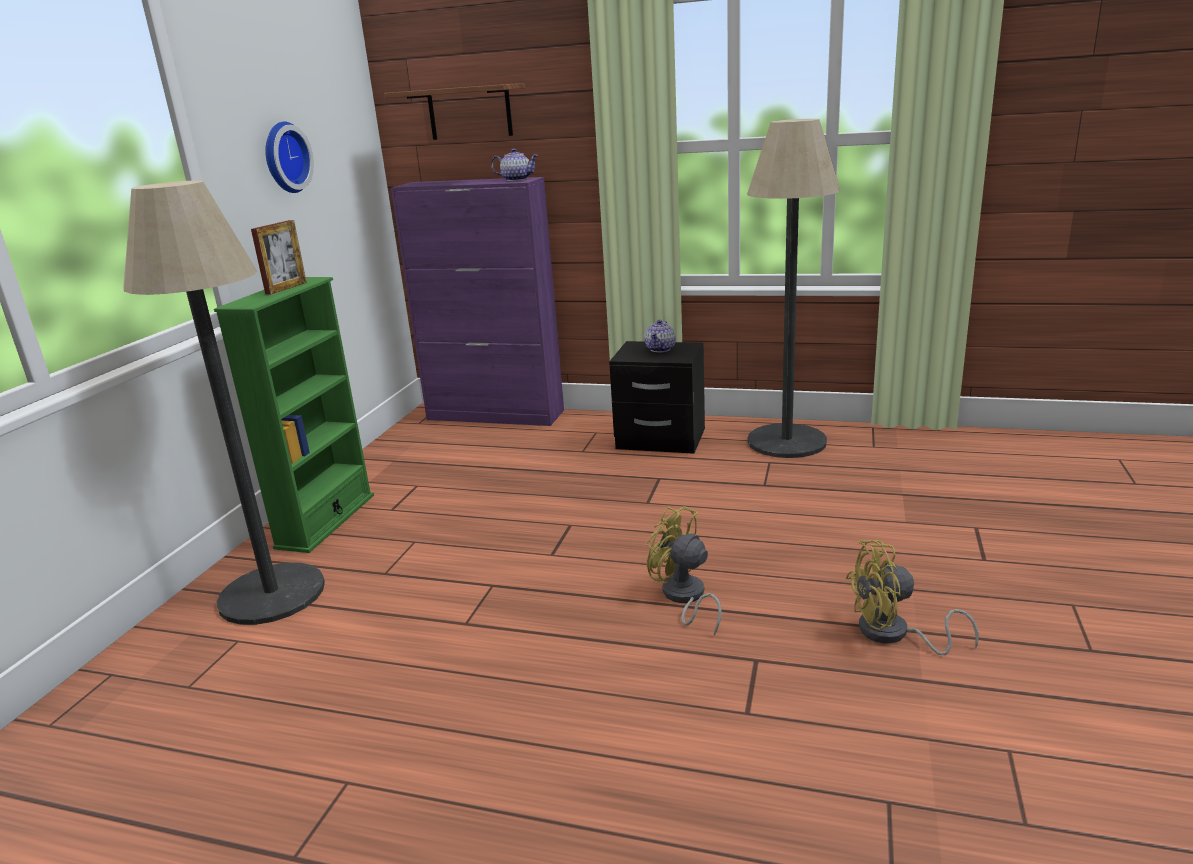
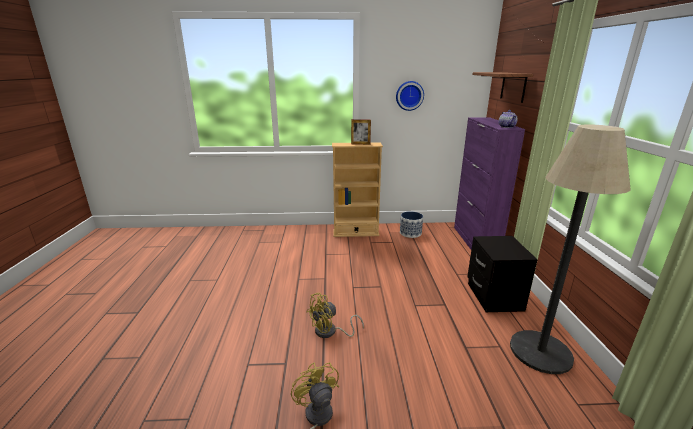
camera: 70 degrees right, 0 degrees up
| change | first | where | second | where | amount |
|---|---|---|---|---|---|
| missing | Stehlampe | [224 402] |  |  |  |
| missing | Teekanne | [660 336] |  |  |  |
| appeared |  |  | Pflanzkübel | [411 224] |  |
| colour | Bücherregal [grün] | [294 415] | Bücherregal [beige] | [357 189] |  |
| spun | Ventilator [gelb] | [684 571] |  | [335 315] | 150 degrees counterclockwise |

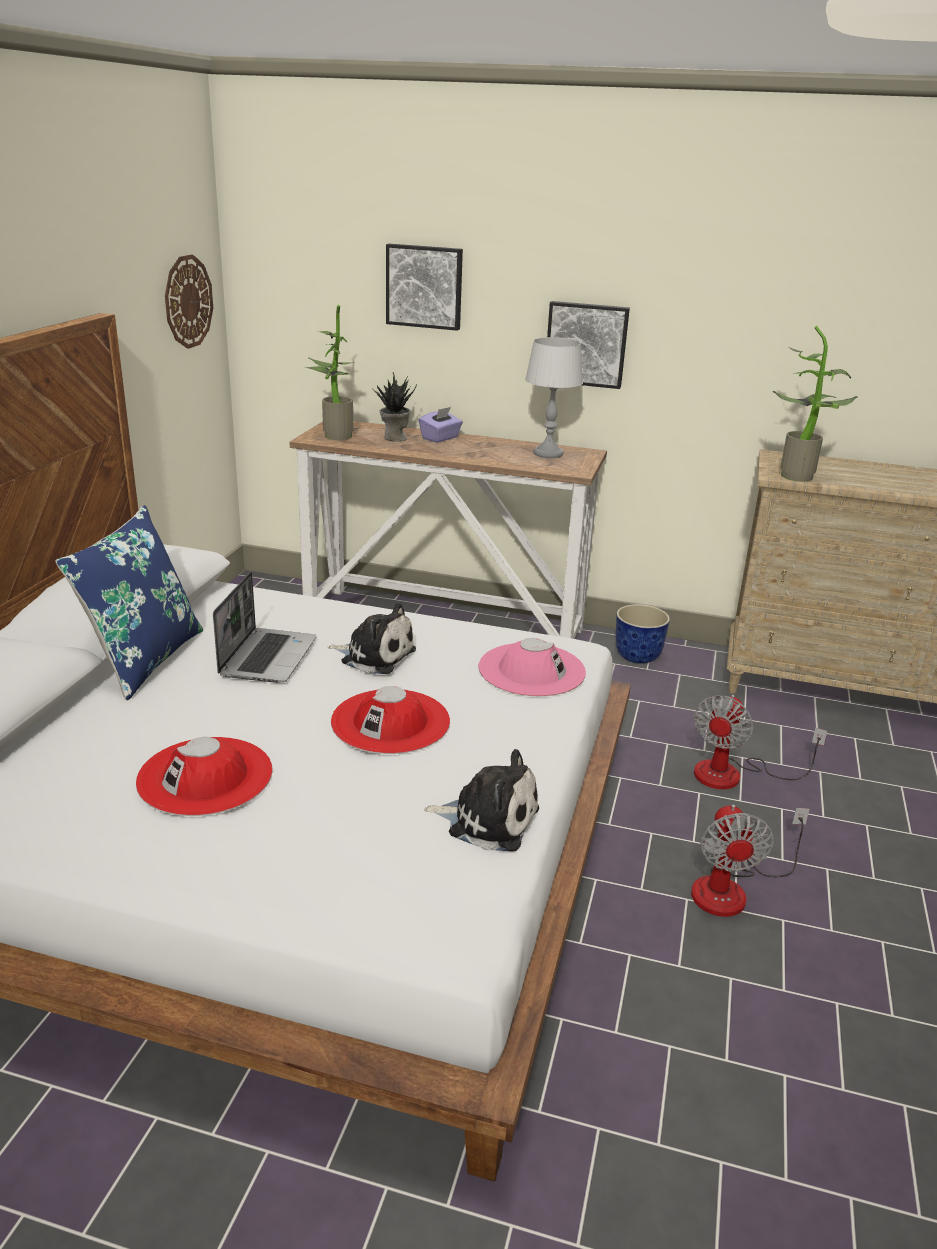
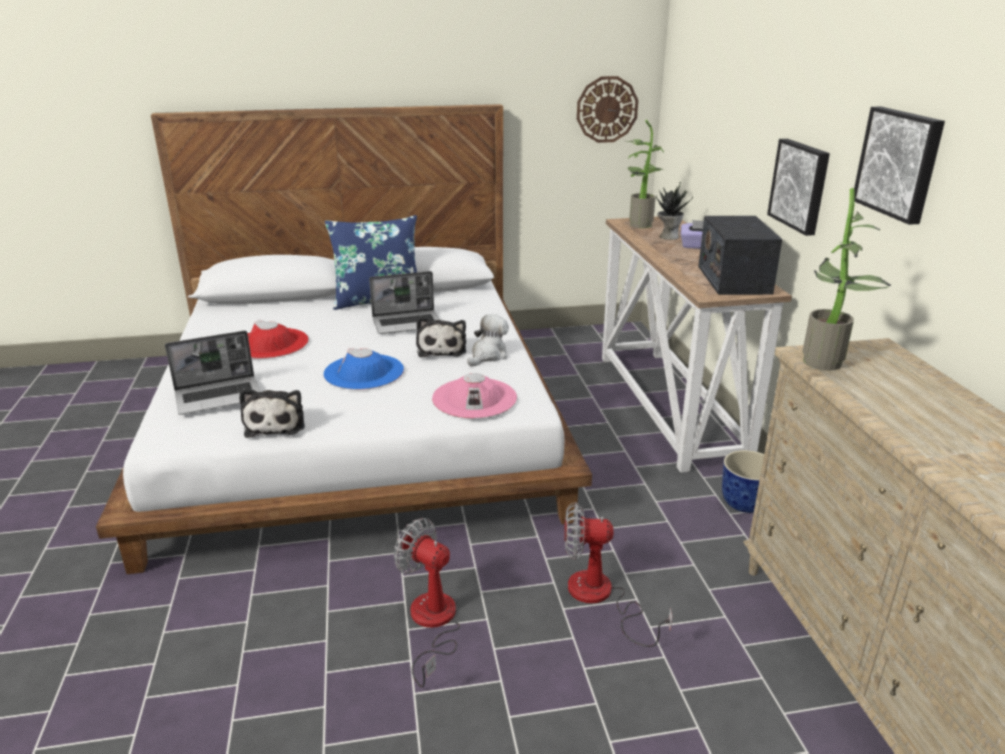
camera: 65 degrees right, 0 degrees up
| change | first | where | second | where | amount |
|---|---|---|---|---|---|
| appeared |  |  | Laptop | [212 373] |  |
| appeared |  |  | Plüschtier | [488 340] |  |
| relocated | Bild | [424 287] |  | [899 165] |  |
| exchanged | Tischlampe [grau] | [554 397] | Radio | [740 255] |  |
| colour | Hut [rot] | [390 720] | Hut [blau] | [364 369] |  |
| spun | Ventilator | [750 860] |  | [426 603] | 60 degrees clockwise |

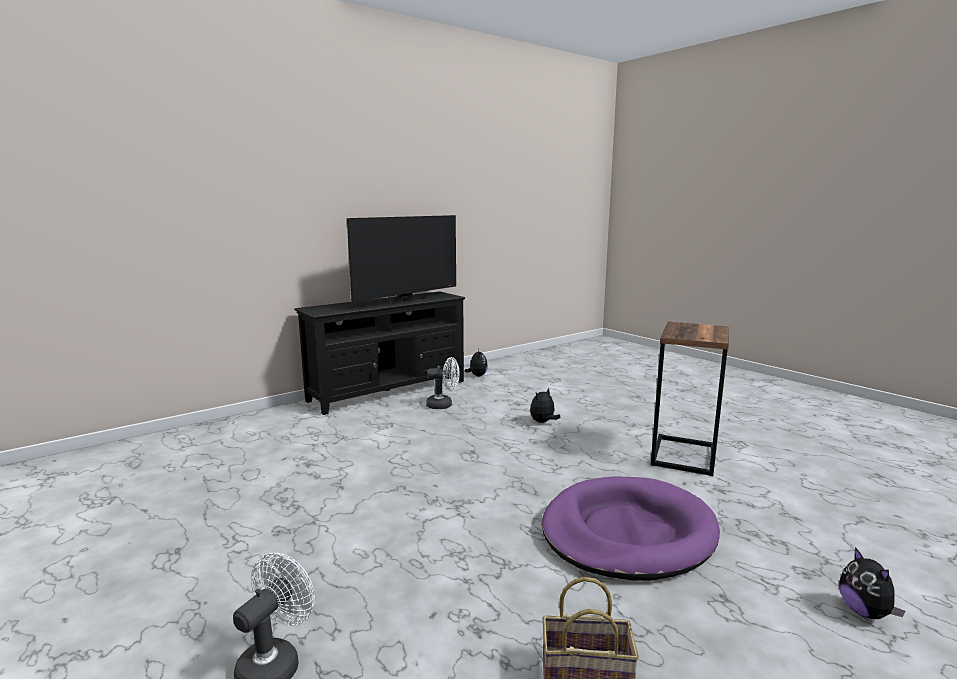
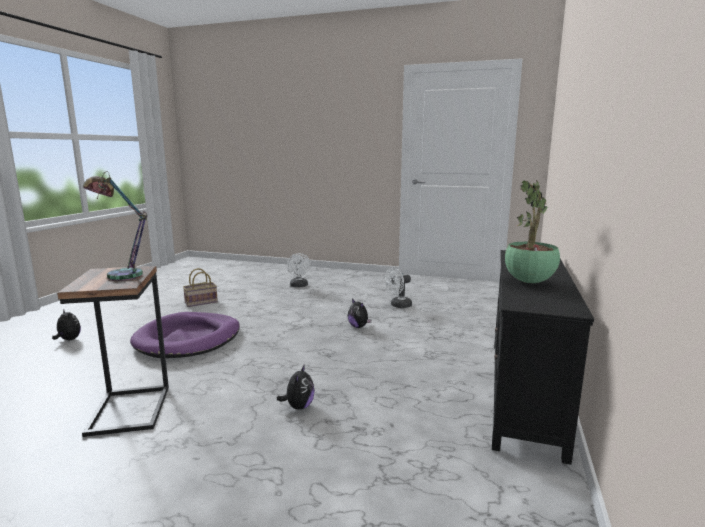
camera: 145 degrees right, 0 degrees up
| change | first | where | second | where | amount |
|---|---|---|---|---|---|
| appeared |  |  | Tischlampe | [115 226] |  |
| relocated | Ventilator [weiß] | [443 383] |  | [398 288] |  |
| relocated | Plüschtier | [476 362] |  | [359 313] |  |
| exchanged | Fernseher | [401 259] | Topfpflanze | [532 231] |  |

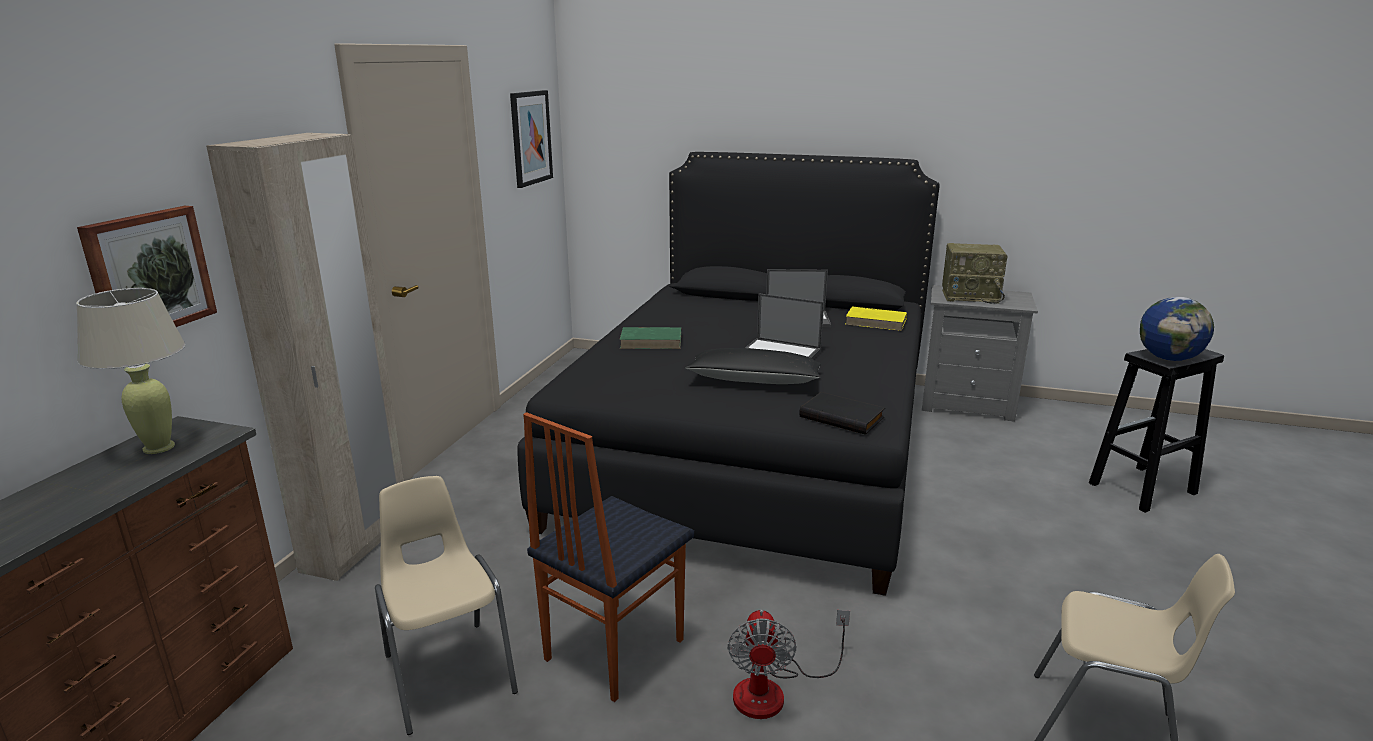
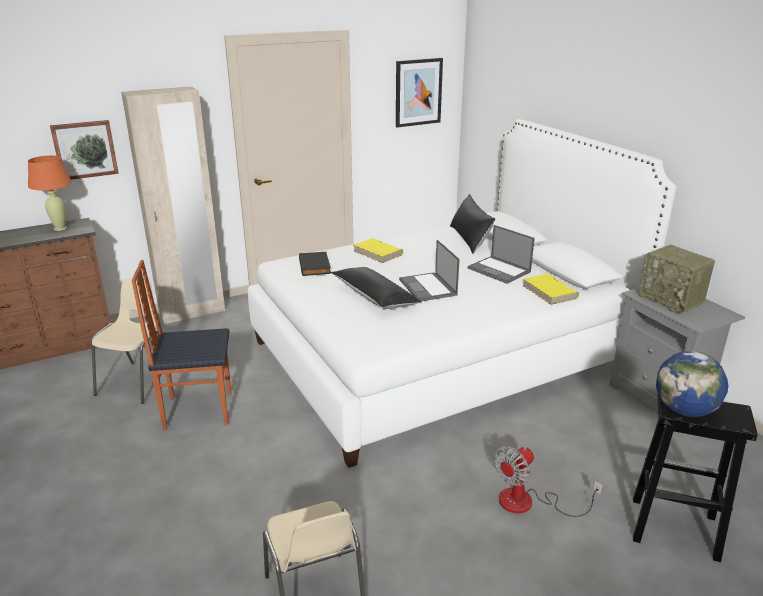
camera: 45 degrees right, 5 degrees up
| change | first | where | second | where | amount |
|---|---|---|---|---|---|
| appeared |  |  | Kissen [schwarz] | [472 224] |  |
| relocated | Ventilator | [789 664] |  | [548 481] |  |
| relocated | Buch [schwarz] | [842 413] |  | [315 264] |  |
| colour | Tischlampe [beige] | [130 371] | Tischlampe [orange] | [50 193] |  |
| colour | Bett [schwarz] | [729 374] | Bett [weiß] | [462 293] |  |
| colour | Buch [grün] | [650 338] | Buch [gelb] | [378 250] |  |

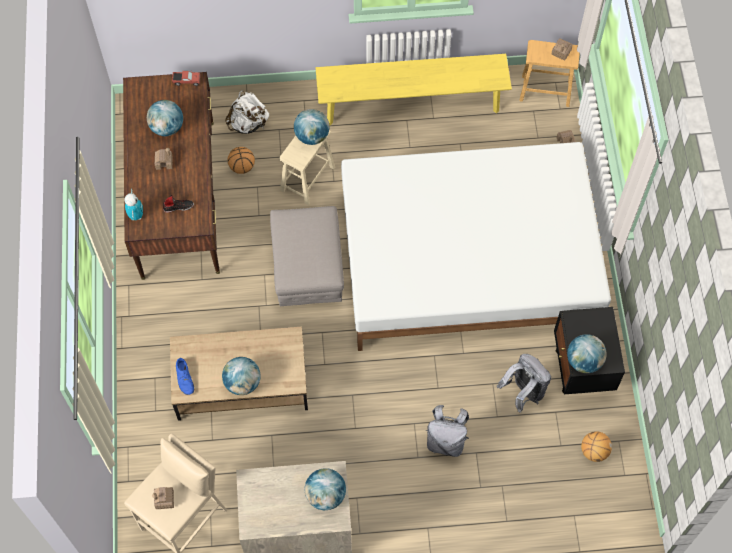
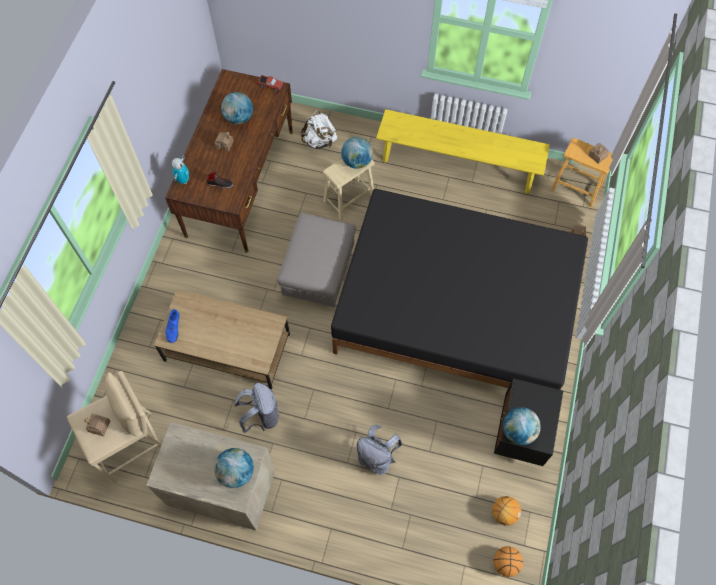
camera: 20 degrees right, 0 degrees up
| change | first | where | second | where | amount |
|---|---|---|---|---|---|
| missing | Globus | [241 376] |  |  |  |
| relocated | Basketball | [241 160] |  | [508 561] |  |
| relocated | Rucksack [grau] | [524 383] |  | [256 408] |  |
| colour | Bett [weiß] | [476 246] | Bett [schwarz] | [459 289] |  |

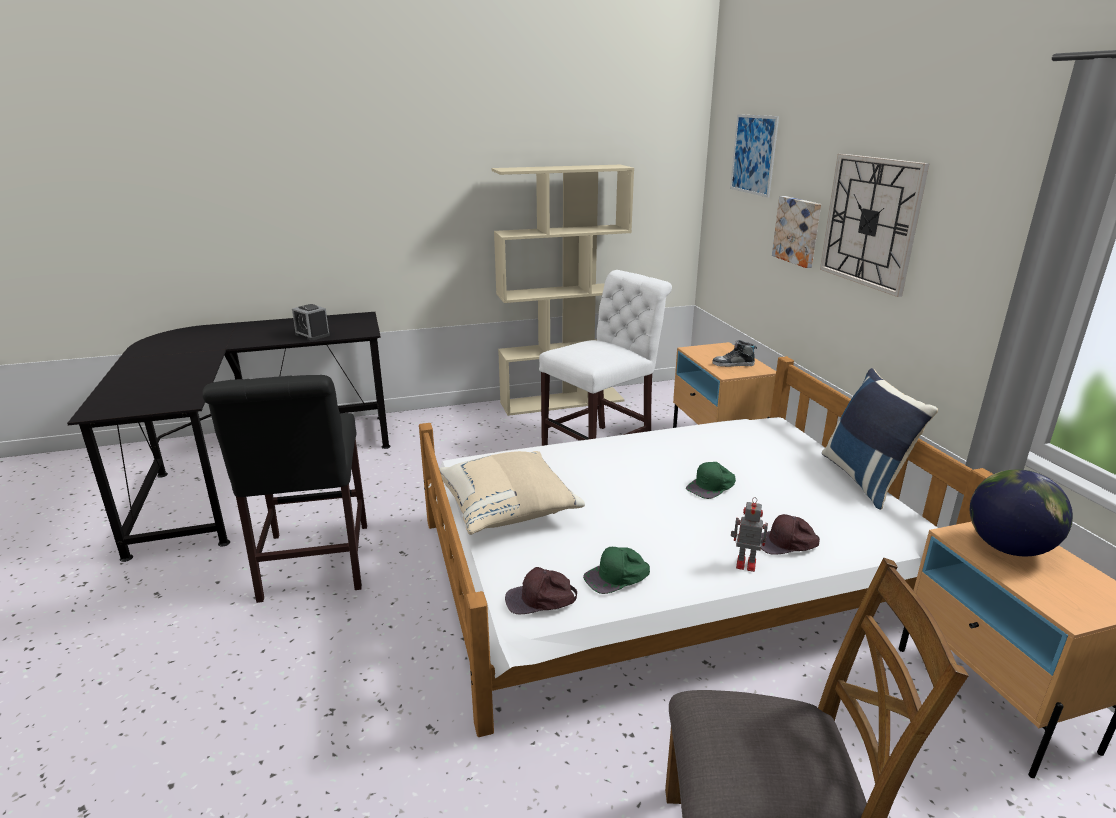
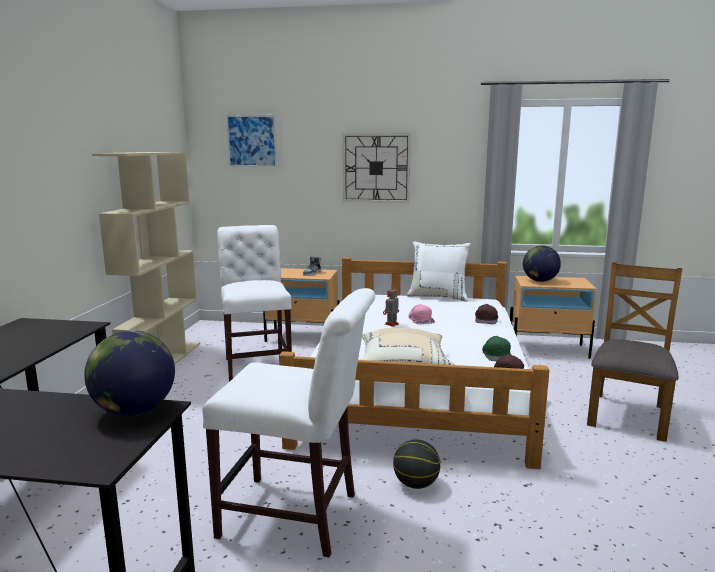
camera: 65 degrees left, 10 degrees down
| change | first | where | second | where | amount |
|---|---|---|---|---|---|
| missing | Wecker | [311 322] |  |  |  |
| missing | Bild | [796 232] |  |  |  |
| appeared |  |  | Globus | [129 373] |  |
| appeared |  |  | Basketball | [417 464] |  |
| relocated | Spielzeugroboter | [749 534] |  | [391 307] |  |
| colour | Stuhl [schwarz] | [284 489] | Stuhl [weiß] | [288 422] |  |
| colour | Kappe [grün] | [711 480] | Kappe [rosa] | [422 314] |  |
| colour | Kissen [blau] | [880 439] | Kissen [weiß] | [439 271] |  |

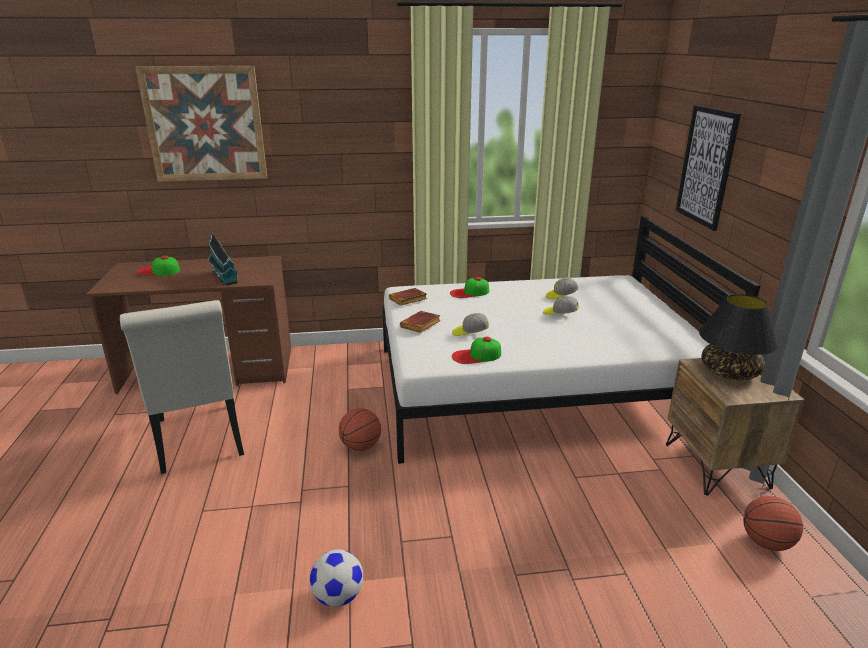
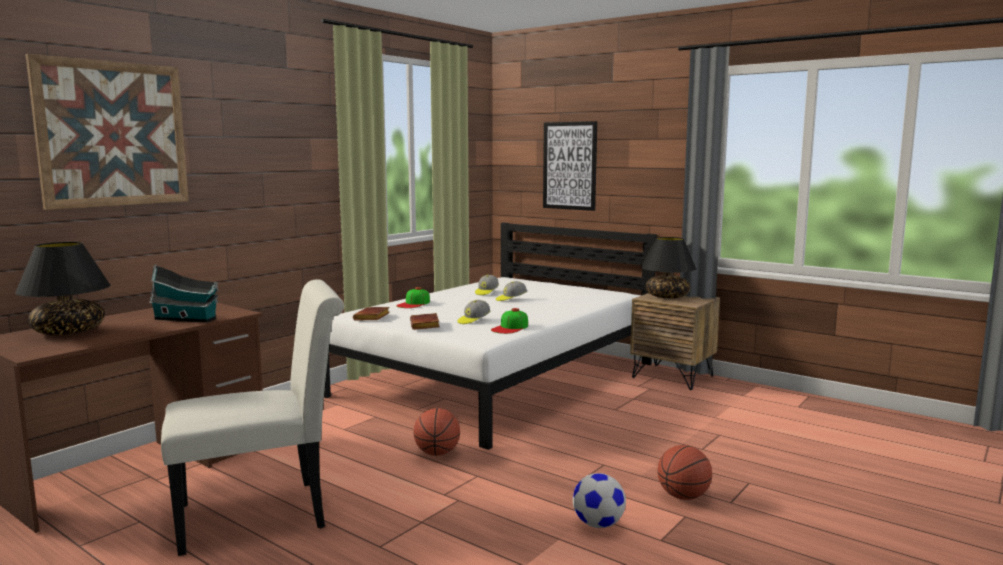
camera: 45 degrees left, 15 degrees down
| change | first | where | second | where | amount |
|---|---|---|---|---|---|
| relocated | Basketball | [773 523] |  | [684 472] |  |
| exchanged | Kappe | [158 265] | Tischlampe [schwarz] | [62 288] |  |
| spun | Stuhl [weiß] | [182 387] |  | [252 417] | 45 degrees counterclockwise |

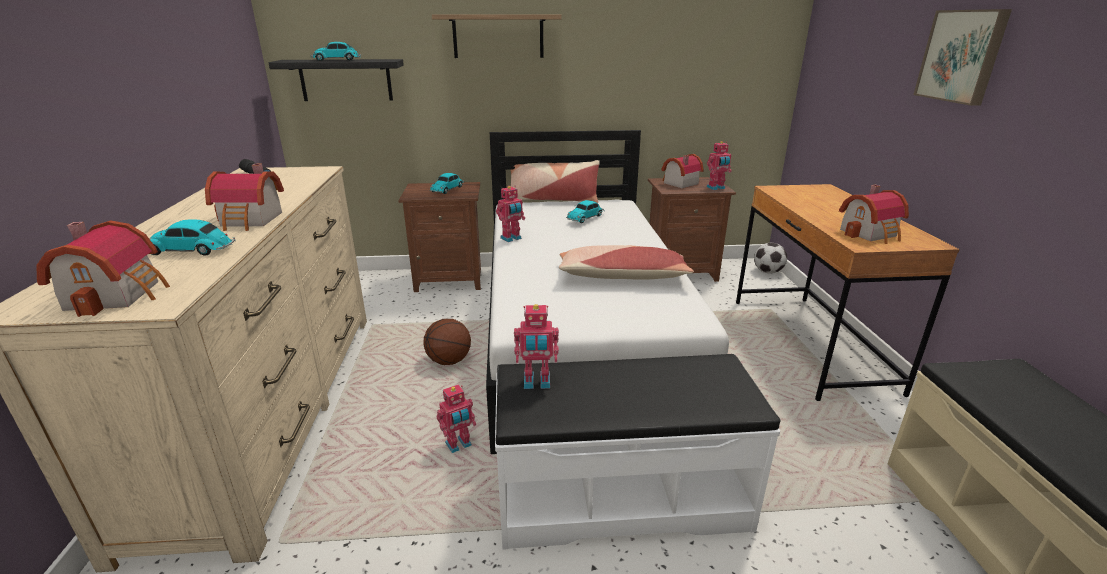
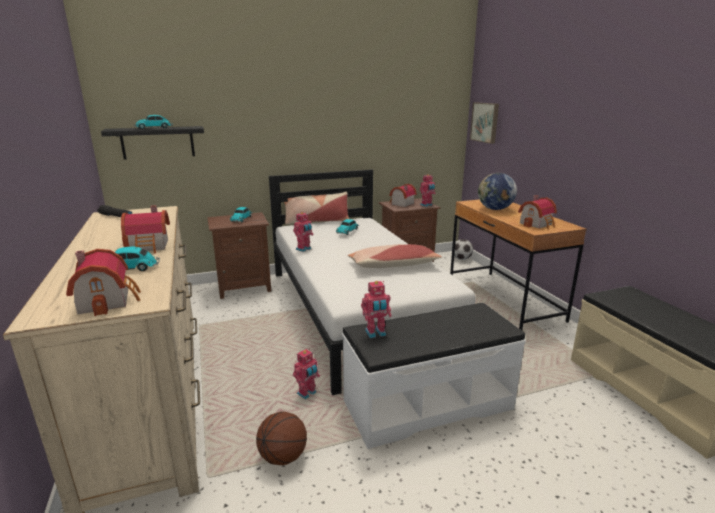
camera: 15 degrees left, 5 degrees down
| change | first | where | second | where | amount |
|---|---|---|---|---|---|
| missing | Wandregal | [497 36] |  |  |  |
| appeared |  |  | Globus | [497 191] |  |
| relocated | Basketball | [447 342] |  | [281 438] |  |
| relocated | Bild | [962 57] |  | [484 123] |  |

